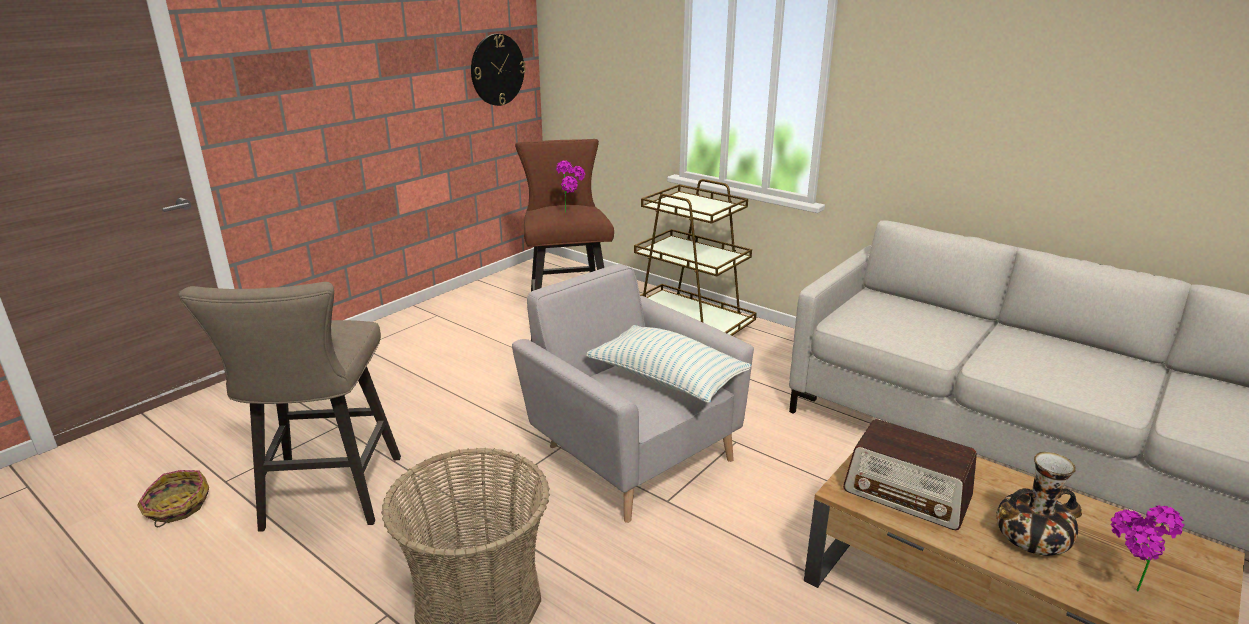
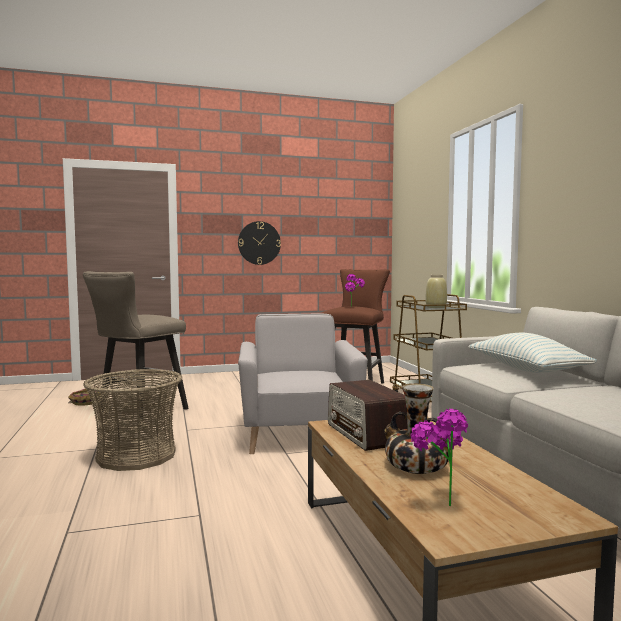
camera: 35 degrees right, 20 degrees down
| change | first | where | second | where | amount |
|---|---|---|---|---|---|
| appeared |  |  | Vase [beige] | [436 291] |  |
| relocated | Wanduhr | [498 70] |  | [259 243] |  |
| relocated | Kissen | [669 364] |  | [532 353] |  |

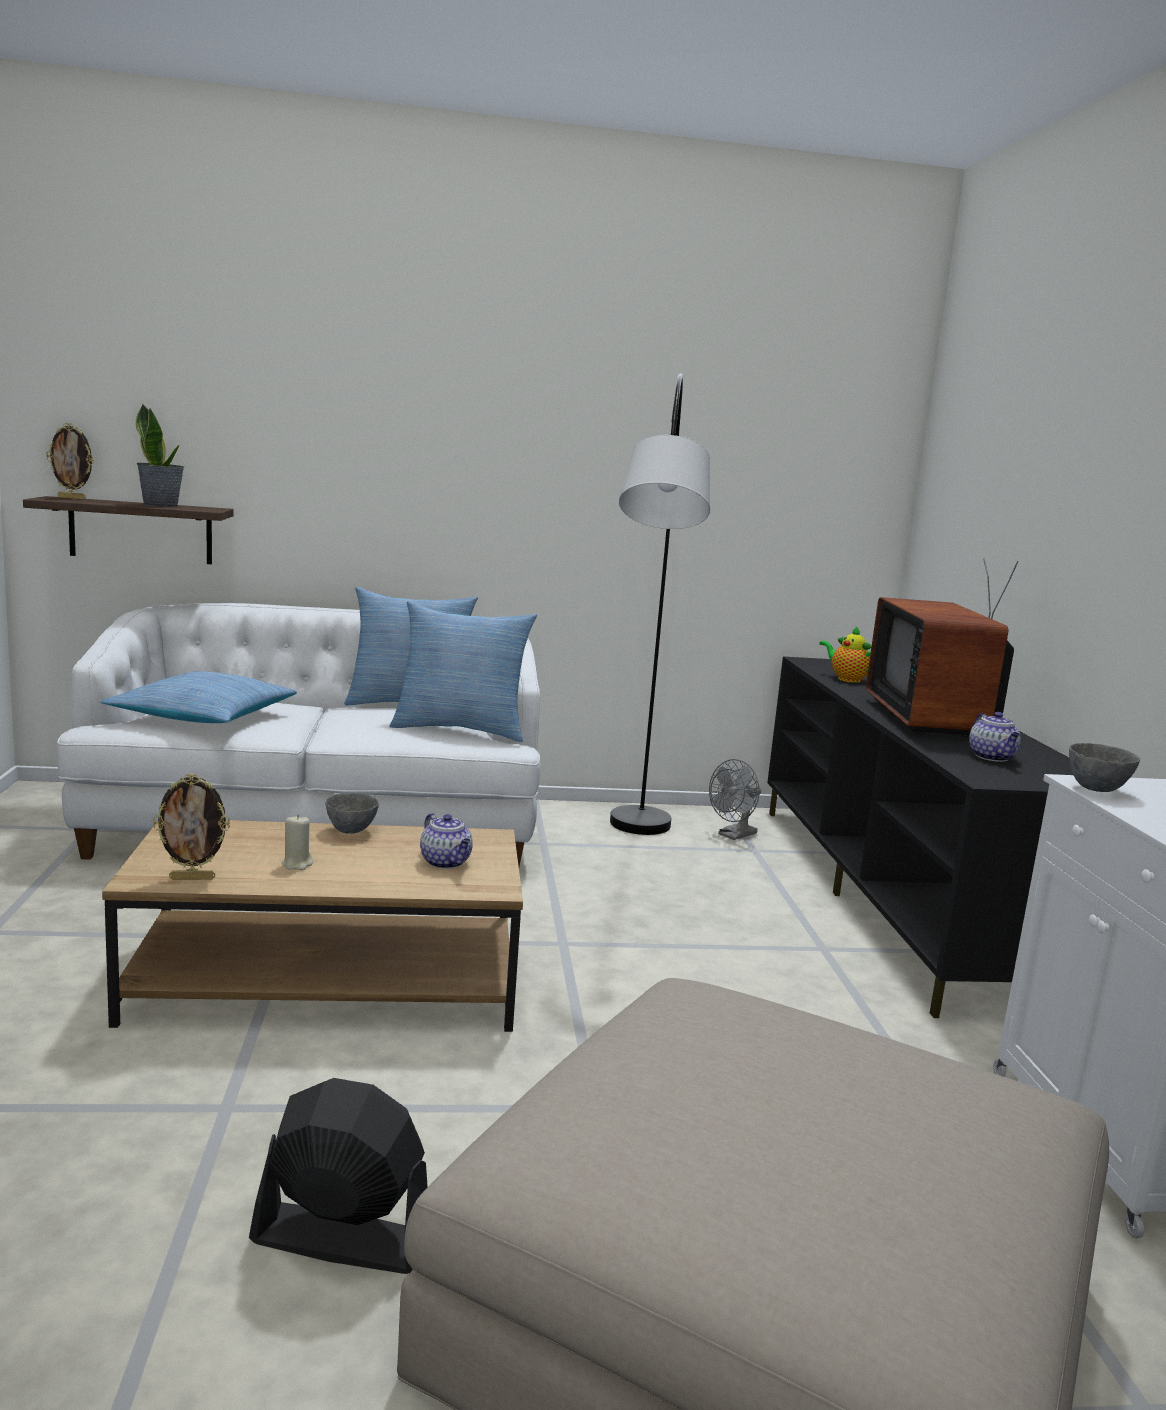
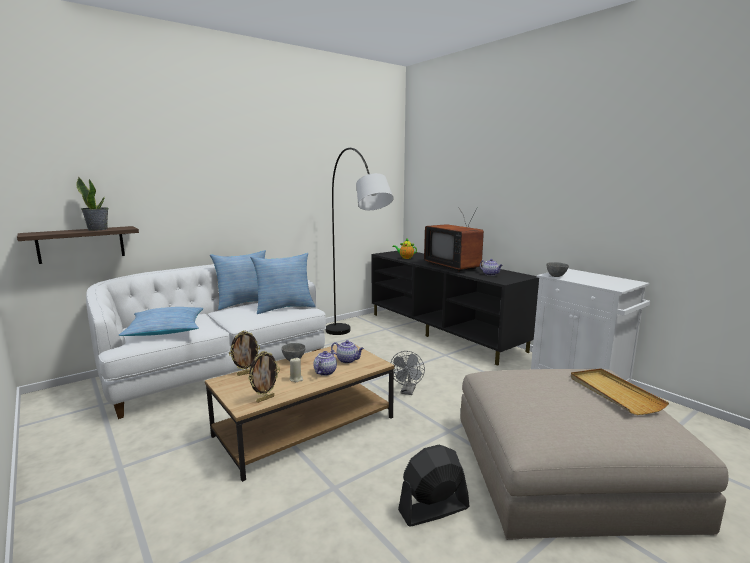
camera: 30 degrees left, 0 degrees up
| change | first | where | second | where | amount |
|---|---|---|---|---|---|
| appeared |  |  | Teekanne | [325 363] |  |
| appeared |  |  | Tablett [beige] | [620 391] |  |
| relocated | Bilderrahmen | [70 461] |  | [244 353] |  |
| relocated | Ventilator [grau] | [735 799] |  | [408 373] |  |

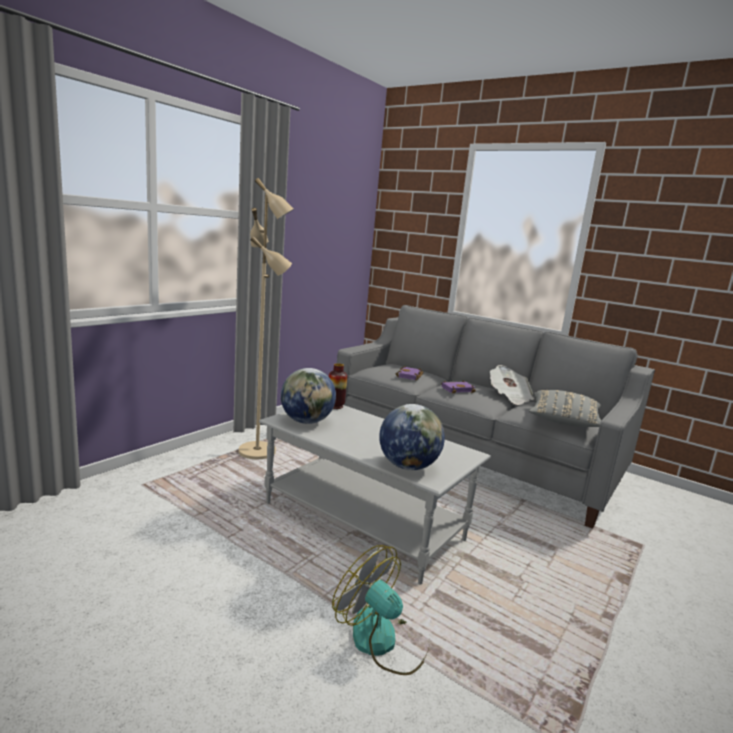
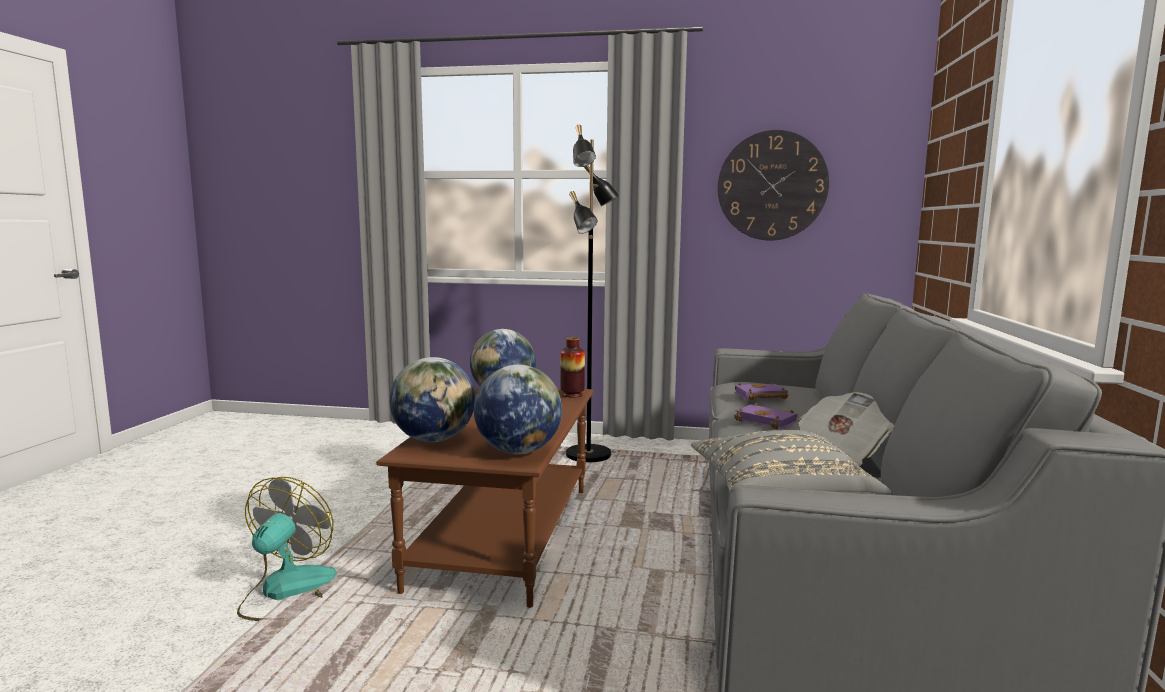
camera: 65 degrees right, 5 degrees down
| change | first | where | second | where | amount |
|---|---|---|---|---|---|
| appeared |  |  | Globus | [518 409] |  |
| appeared |  |  | Wanduhr | [773 185] |  |
| colour | Stehlampe [beige] | [266 318] | Stehlampe [schwarz] | [593 293] |  |
| colour | Couchtisch [grau] | [375 495] | Couchtisch [braun] | [485 497] |  |

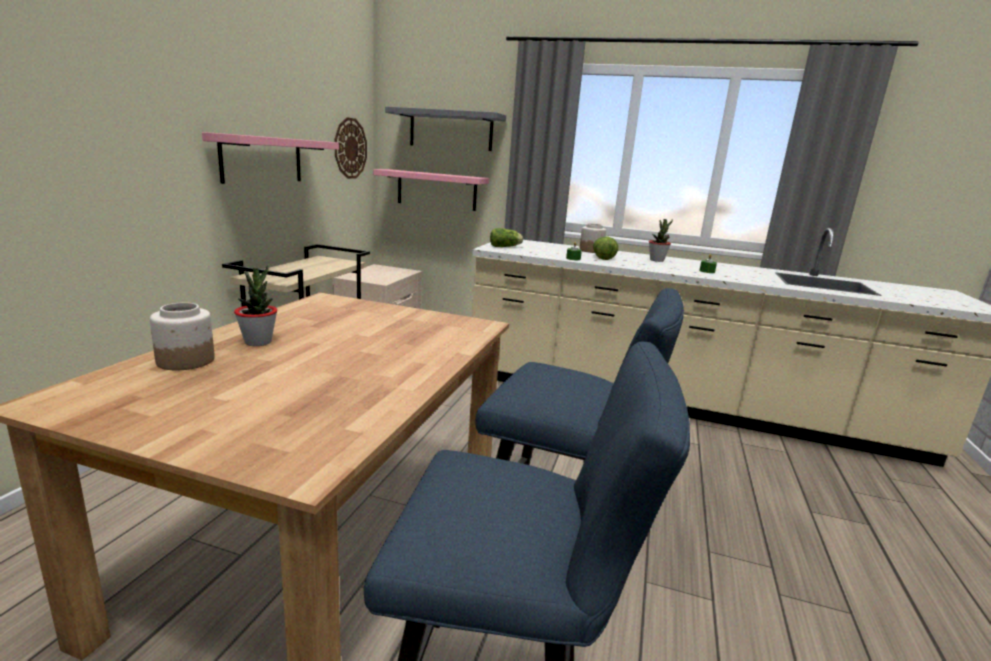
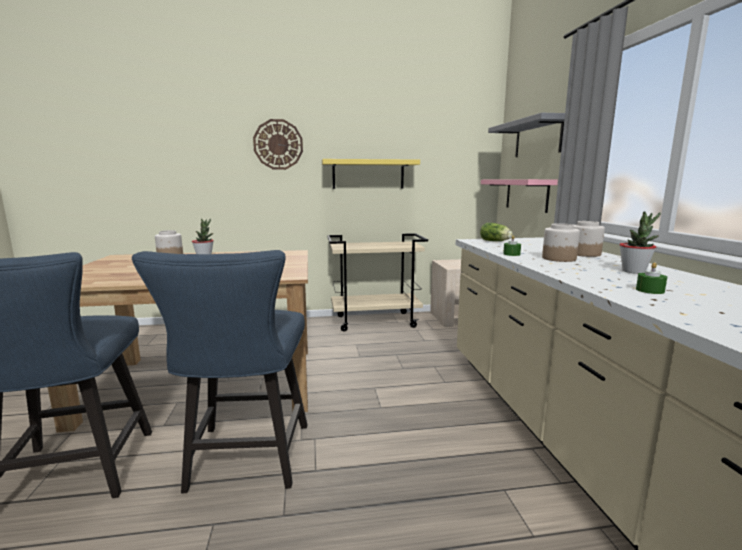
camera: 65 degrees right, 5 degrees down
| change | first | where | second | where | amount |
|---|---|---|---|---|---|
| relocated | Wanduhr | [350 148] |  | [278 144] |  |
| exchanged | Salatkopf | [605 248] | Vorratsglas | [561 242] |  |
| colour | Wandregal [rosa] | [270 158] | Wandregal [gelb] | [371 174] |  |

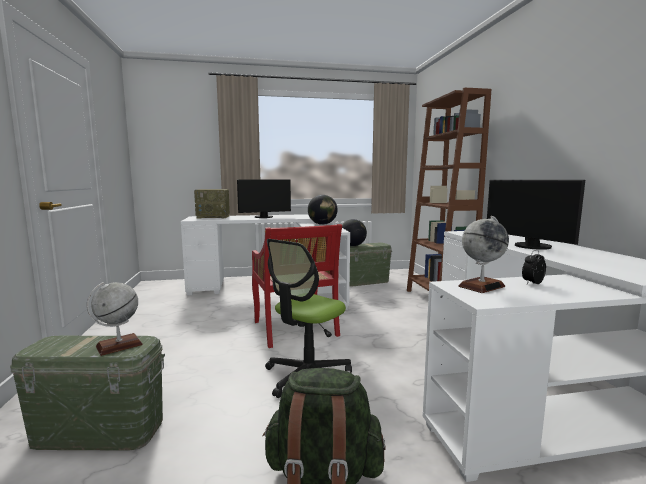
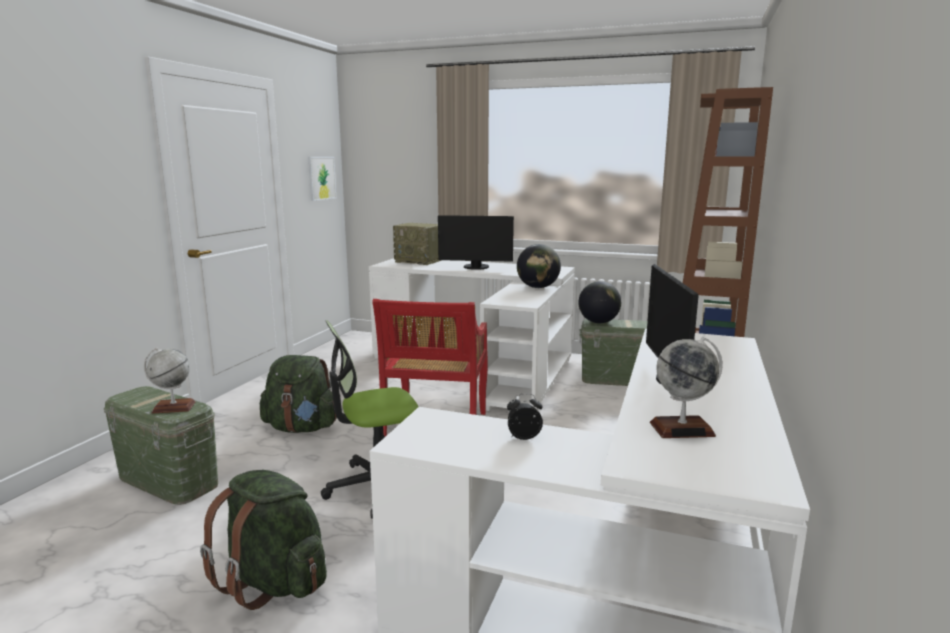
camera: 30 degrees right, 5 degrees up
| change | first | where | second | where | amount |
|---|---|---|---|---|---|
| appeared |  |  | Rucksack [grün] | [298 394] |  |
| appeared |  |  | Bild | [322 179] |  |
| relocated | Globus | [483 254] |  | [686 387] |  |

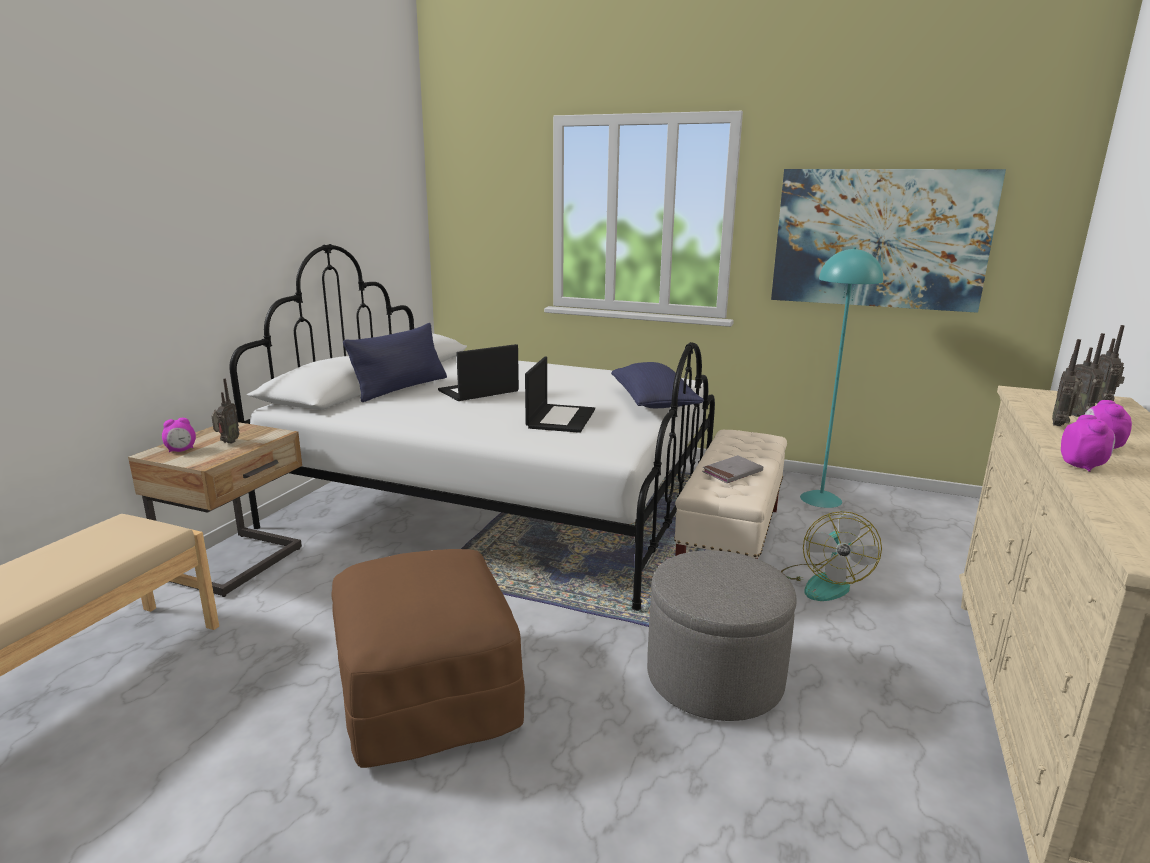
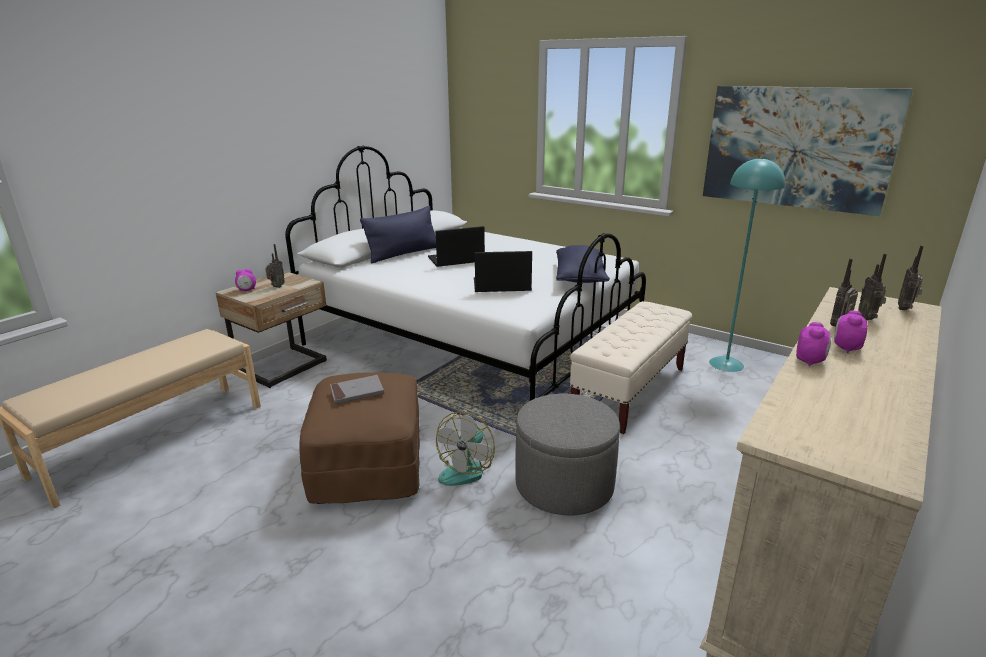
camera: 15 degrees right, 5 degrees up
| change | first | where | second | where | amount |
|---|---|---|---|---|---|
| relocated | Buch [grau] | [732 469] |  | [357 389] |  |
| relocated | Ventilator | [831 556] |  | [465 449] |  |
| spun | Laptop | [560 395] |  | [503 271] | 120 degrees counterclockwise |

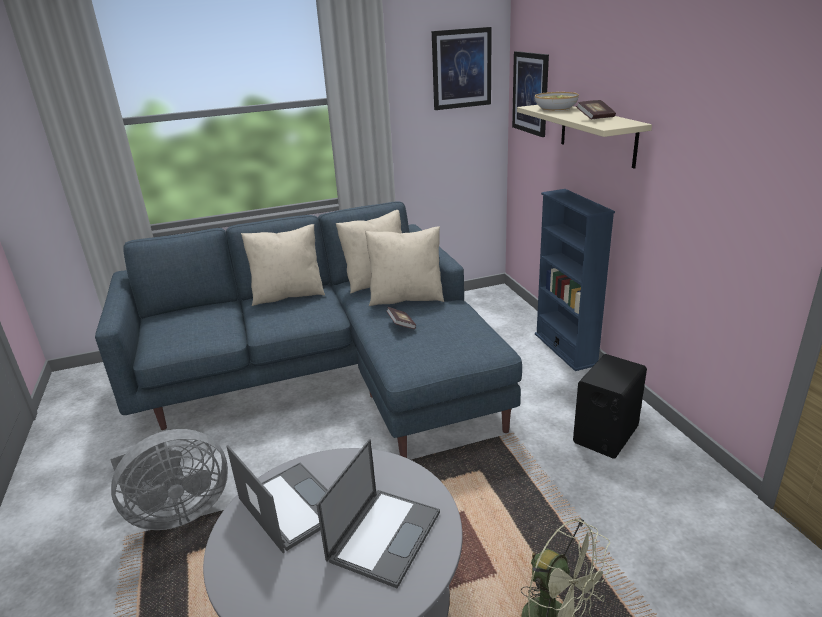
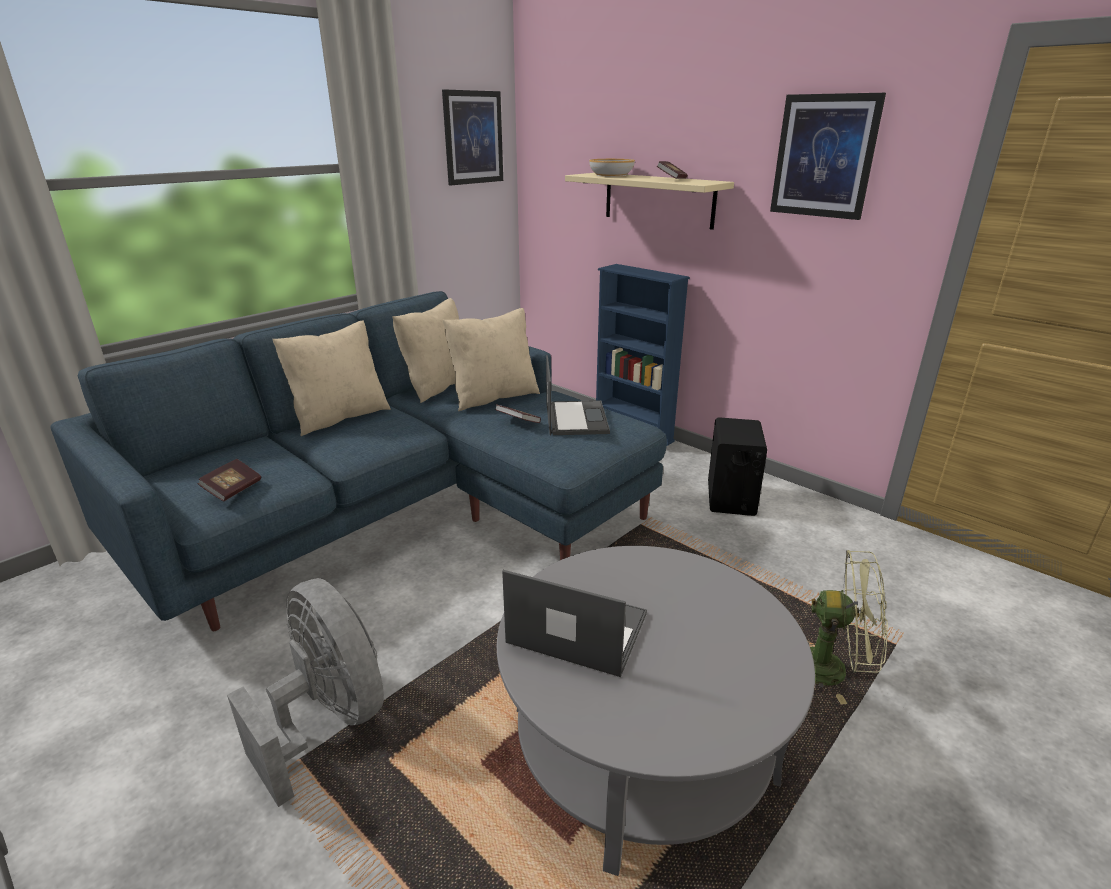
camera: 30 degrees left, 0 degrees up
| change | first | where | second | where | amount |
|---|---|---|---|---|---|
| appeared |  |  | Buch | [229 480] |  |
| relocated | Laptop | [378 514] |  | [578 395] |  |
| relocated | Bild | [530 94] |  | [828 156] |  |
| spun | Ventilator [grau] | [168 479] |  | [305 692] | 75 degrees counterclockwise |

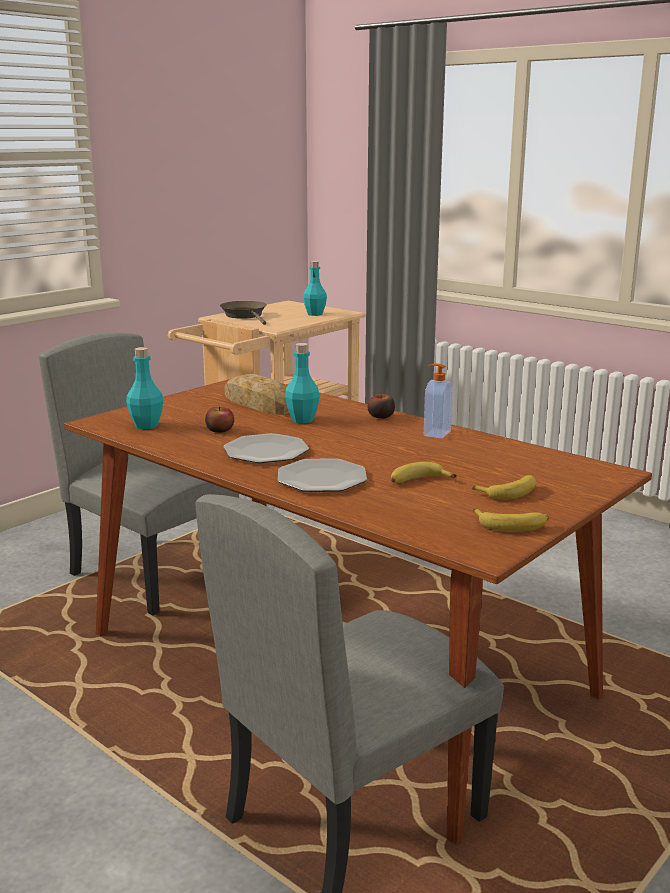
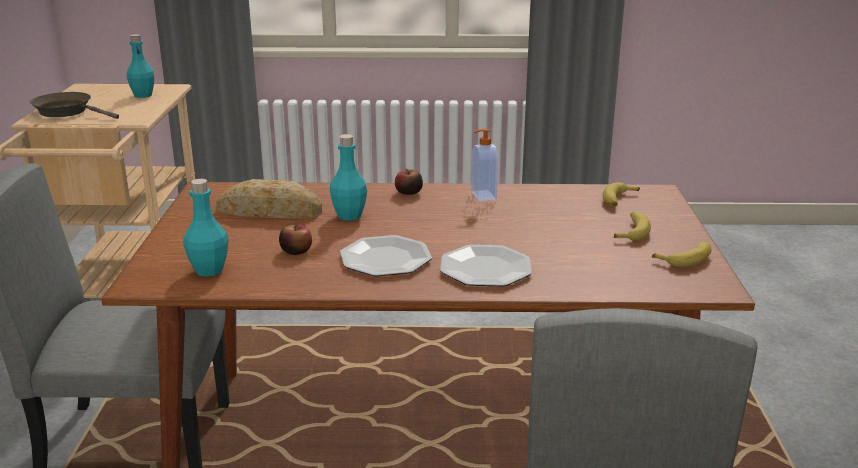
camera: 40 degrees left, 5 degrees up
| change | first | where | second | where | amount |
|---|---|---|---|---|---|
| relocated | Banane | [424 472] |  | [621 194] |  |

